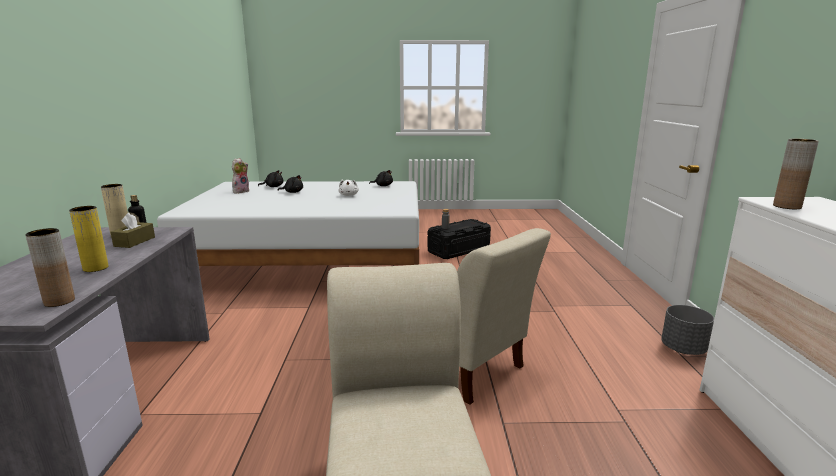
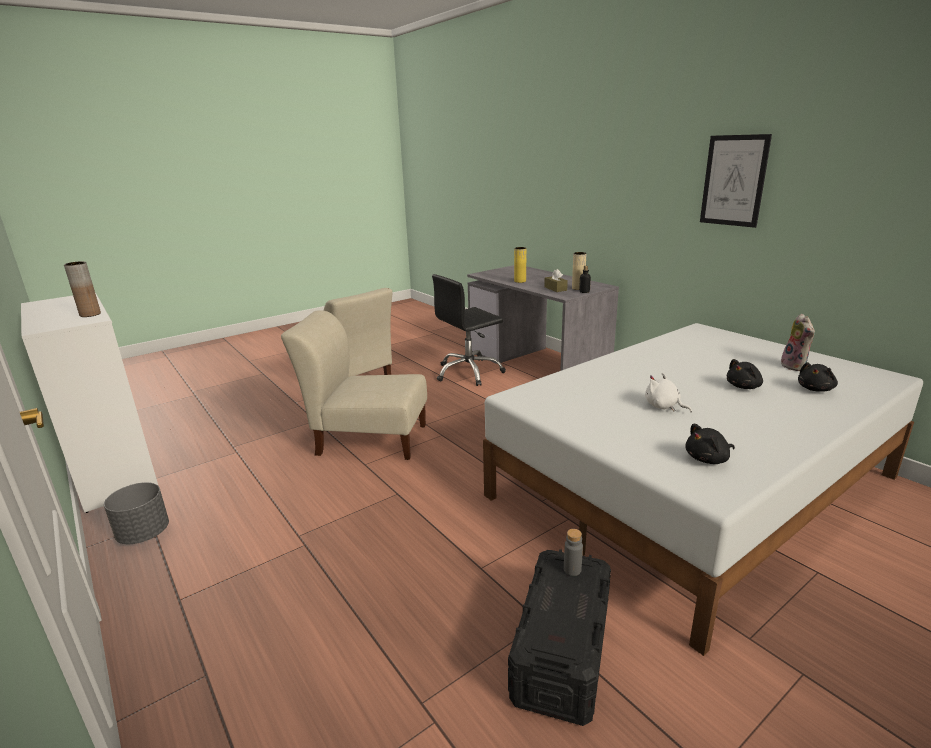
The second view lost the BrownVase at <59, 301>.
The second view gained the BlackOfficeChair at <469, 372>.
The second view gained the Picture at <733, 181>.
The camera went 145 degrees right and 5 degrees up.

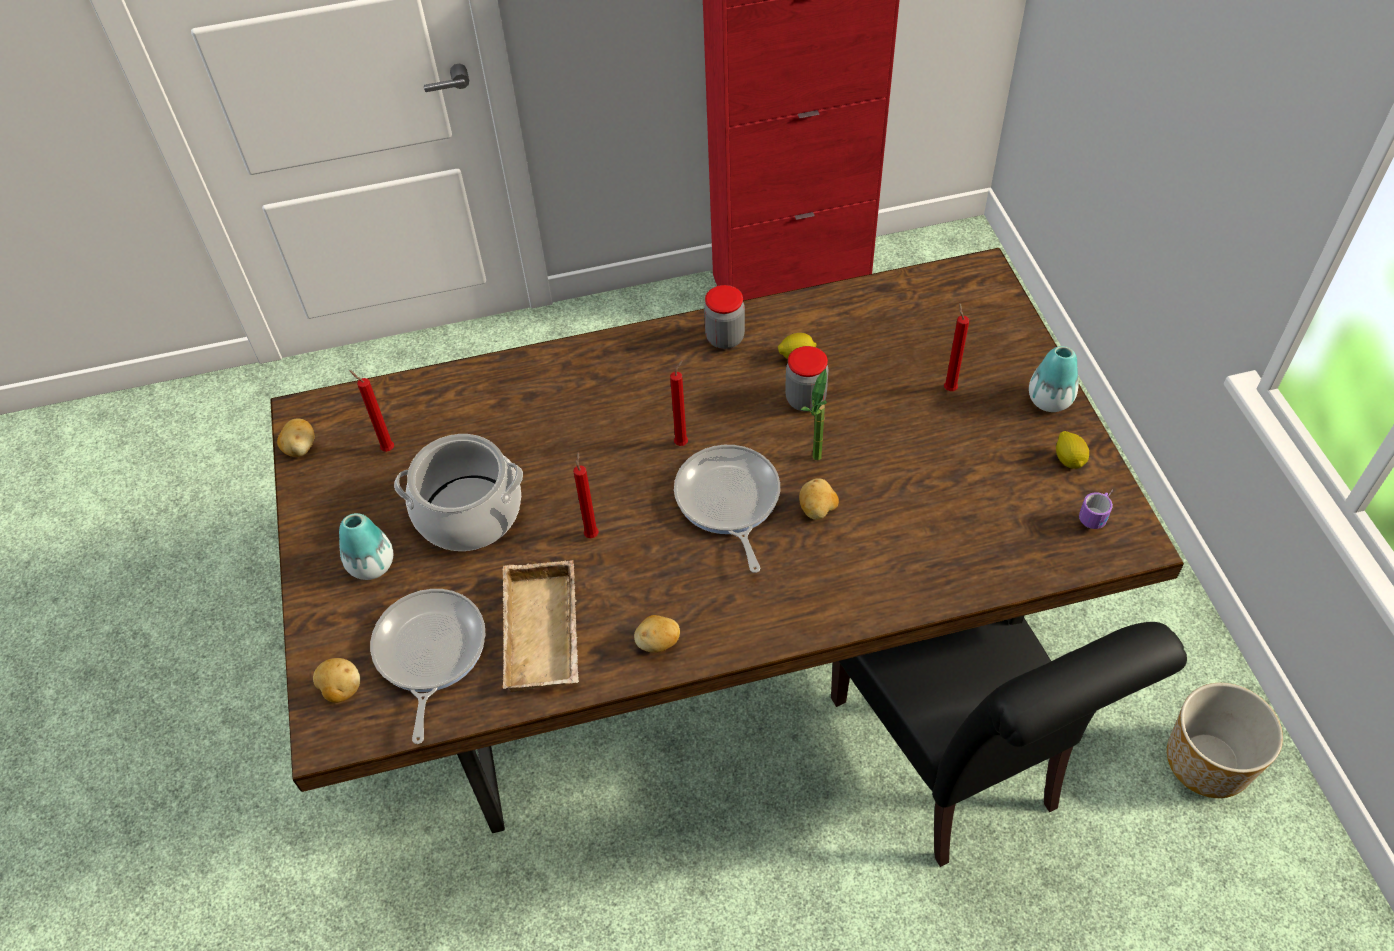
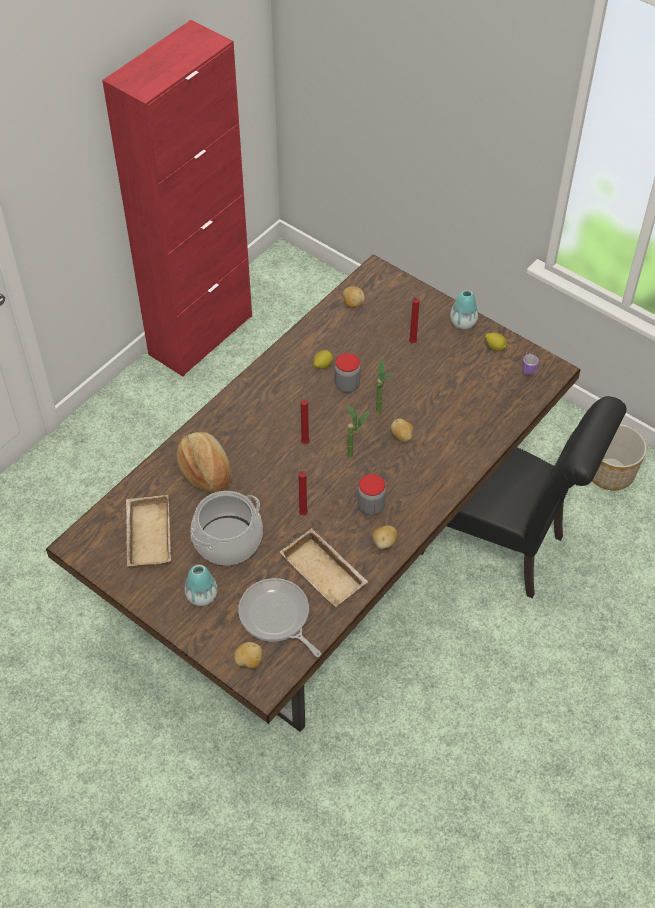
The Potato ended up elsewhere, having gone from <301, 448> to <353, 304>.
Where the RedCandle stood at <386, 448>, the BeigeTray came to stand at <146, 535>.
Where the FryingPan stood at <728, 501>, the PottedPlant came to stand at <355, 457>.
The Jar ended up elsewhere, having gone from <725, 338> to <371, 507>.
The second view gained the Bread at <205, 470>.
The camera went 40 degrees left and 0 degrees up.

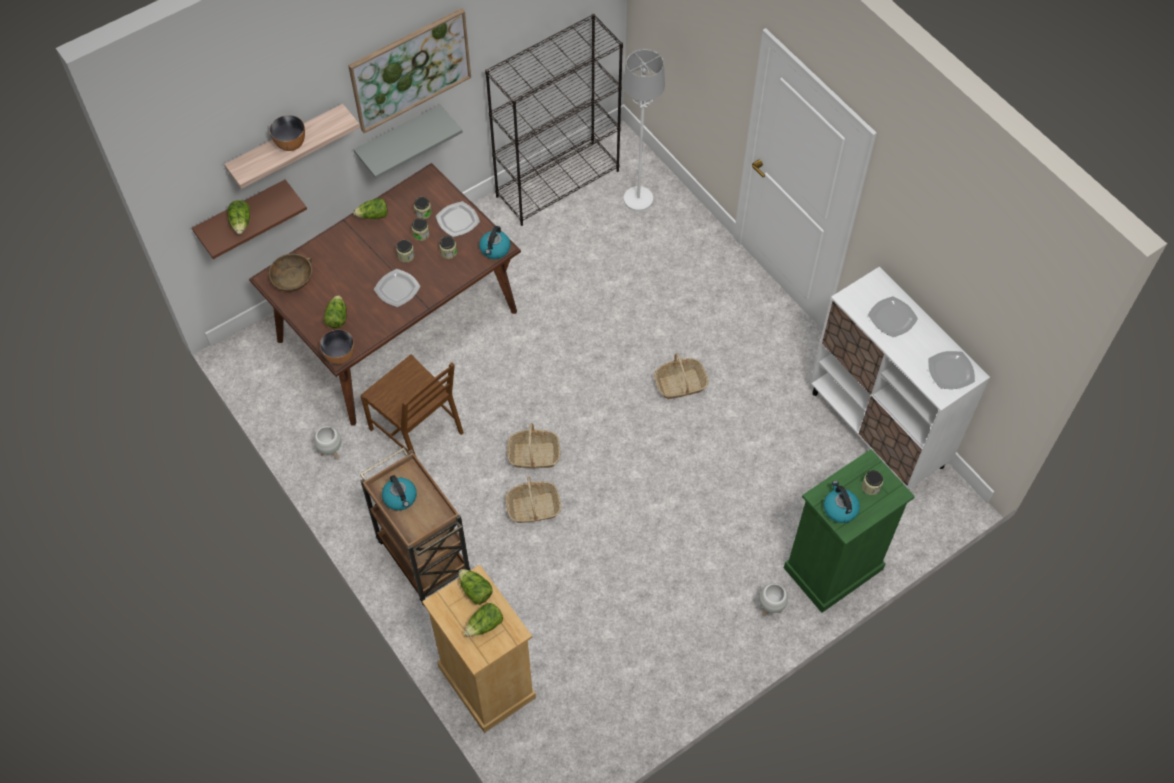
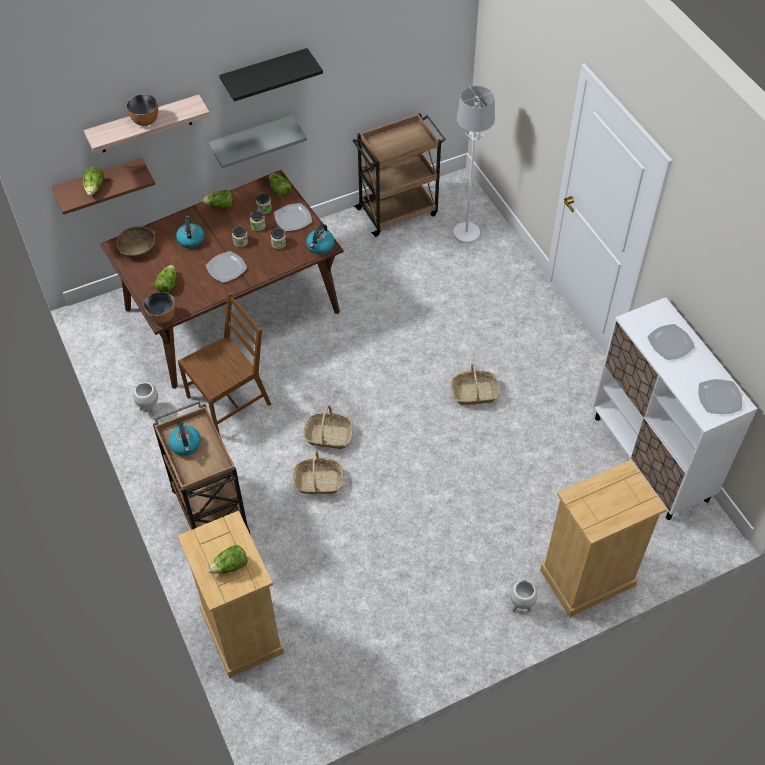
Where the Picture hung at <410, 69>, the BlackShelf came to hang at <265, 74>.
The BrownChair at <418, 430> ended up facing another way, 90 degrees counterclockwise from before.
The Lettuce ended up elsewhere, having gone from <475, 591> to <279, 190>.
Where the BlackBookcase stood at <558, 182>, the BrownCart came to stand at <398, 211>.
What was the GreenDresser at <833, 569> turned into the BeigeDresser at <587, 578>.
The Kettle ended up elsewhere, having gone from <839, 508> to <190, 239>.
The second view lost the Jar at <871, 487>.
The camera went 10 degrees right and 5 degrees down.

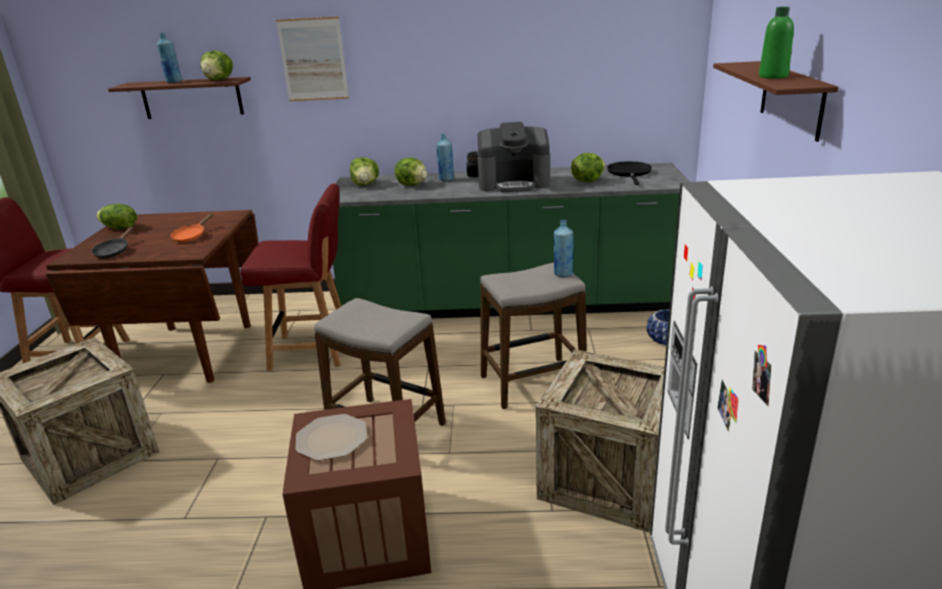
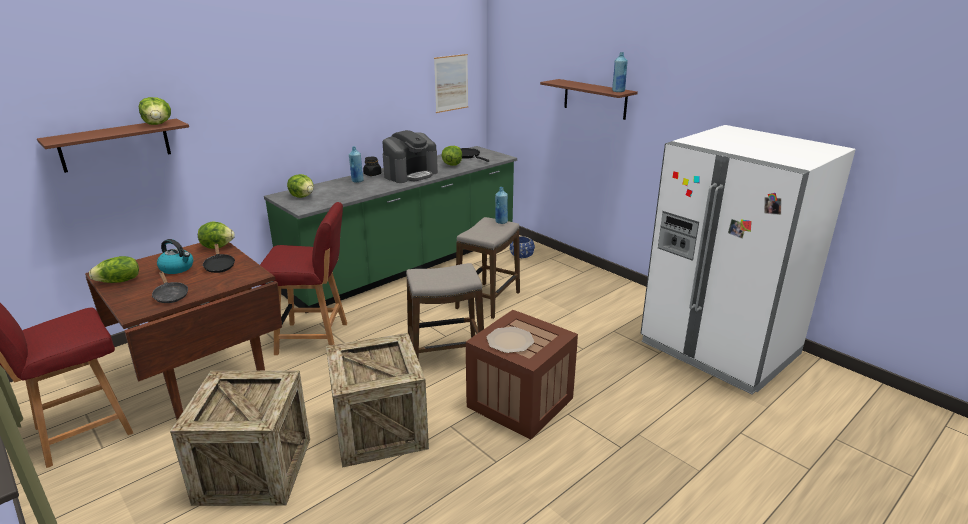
The BlueBottle ended up elsewhere, having gone from <174, 82> to <618, 91>.
What was the OrangeFryingPan at <191, 236> turned into the BlackFryingPan at <219, 266>.
The RedChair at <312, 350> ended up facing another way, 45 degrees clockwise from before.
The Picture ended up elsewhere, having gone from <313, 59> to <451, 83>.
The Lettuce ended up elsewhere, having gone from <412, 185> to <217, 246>.
The Crate ended up elsewhere, having gone from <607, 479> to <379, 430>.
The second view lost the GreenBottle at <773, 76>.
The second view gained the Kettle at <177, 268>.
The camera went 45 degrees left and 0 degrees up.

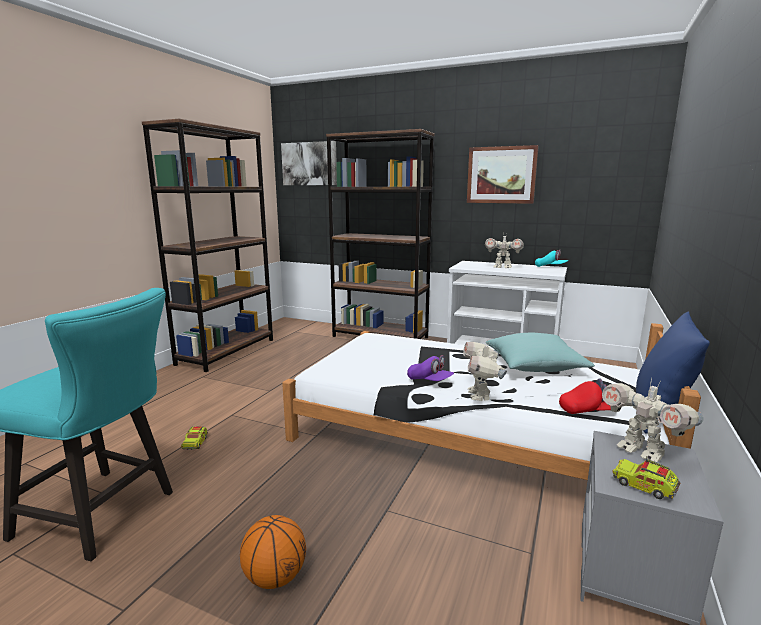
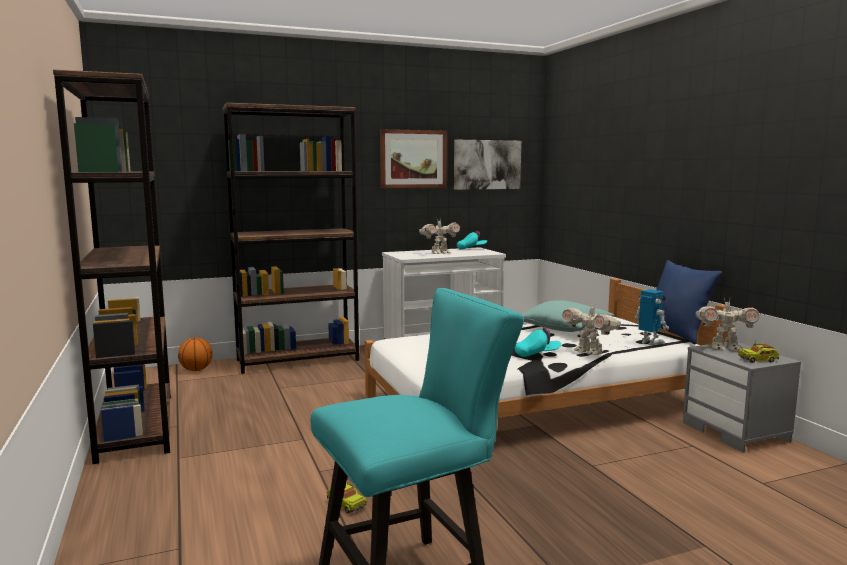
The Basketball ended up elsewhere, having gone from <275, 577> to <196, 370>.
The Picture ended up elsewhere, having gone from <309, 164> to <487, 164>.
What was the PurpleCap at <429, 381> turned into the TurquoiseCap at <537, 354>.
Where the RedCap stood at <587, 410>, the ToyRobot came to stand at <650, 343>.
The camera went 45 degrees left and 5 degrees down.

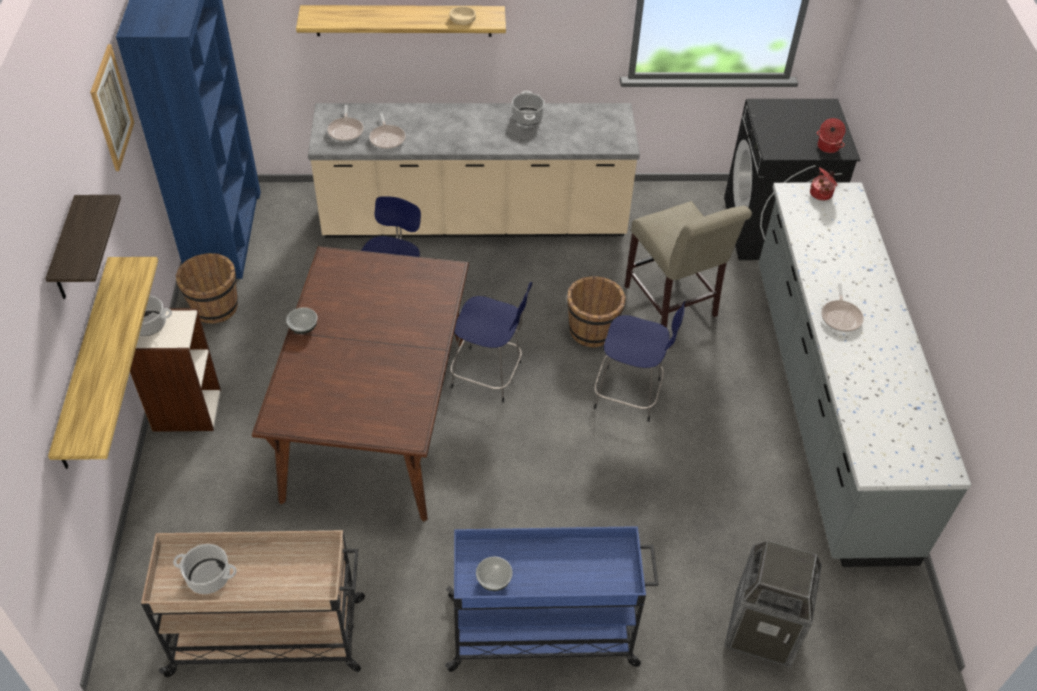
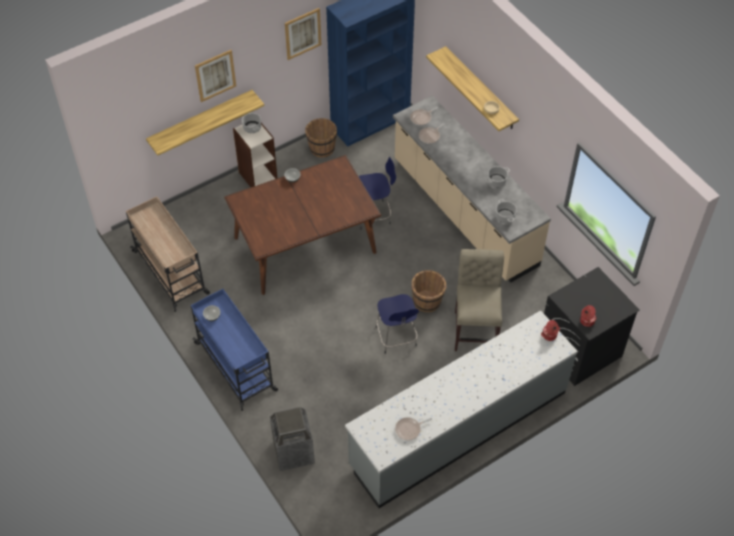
Where the Shelf hung at <66, 252>, the Picture came to hang at <215, 75>.
The CookingPot ended up elsewhere, having gone from <208, 577> to <505, 216>.
The second view lost the BlueStool at <489, 375>.
The BeigeChair at <673, 305> ended up facing another way, 150 degrees clockwise from before.
The FryingPan ended up elsewhere, having gone from <841, 317> to <409, 429>.
The camera went 60 degrees right and 5 degrees up.

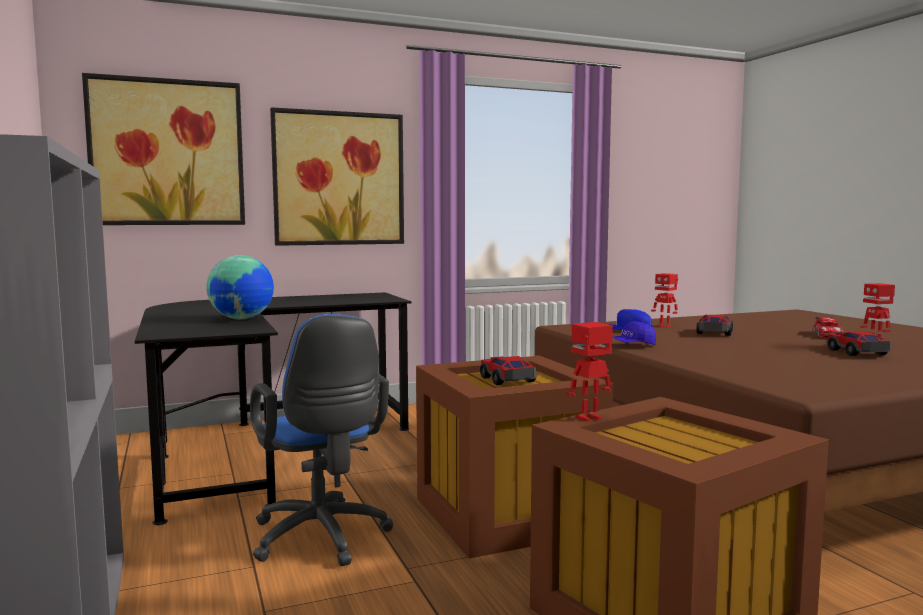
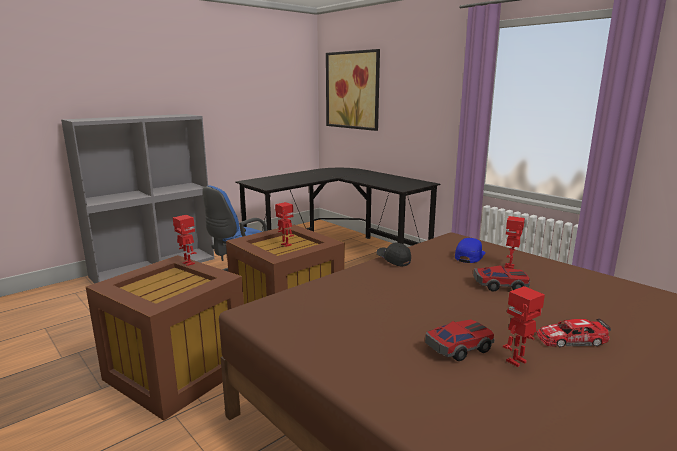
The second view lost the Globe at <242, 319>.
The second view lost the Picture at <339, 179>.
Where the ToyCar stood at <507, 380>, the ToyRobot came to stand at <285, 245>.
What was the BlueCap at <632, 345> turned into the BlackCap at <393, 260>.
The camera went 70 degrees right and 10 degrees up.

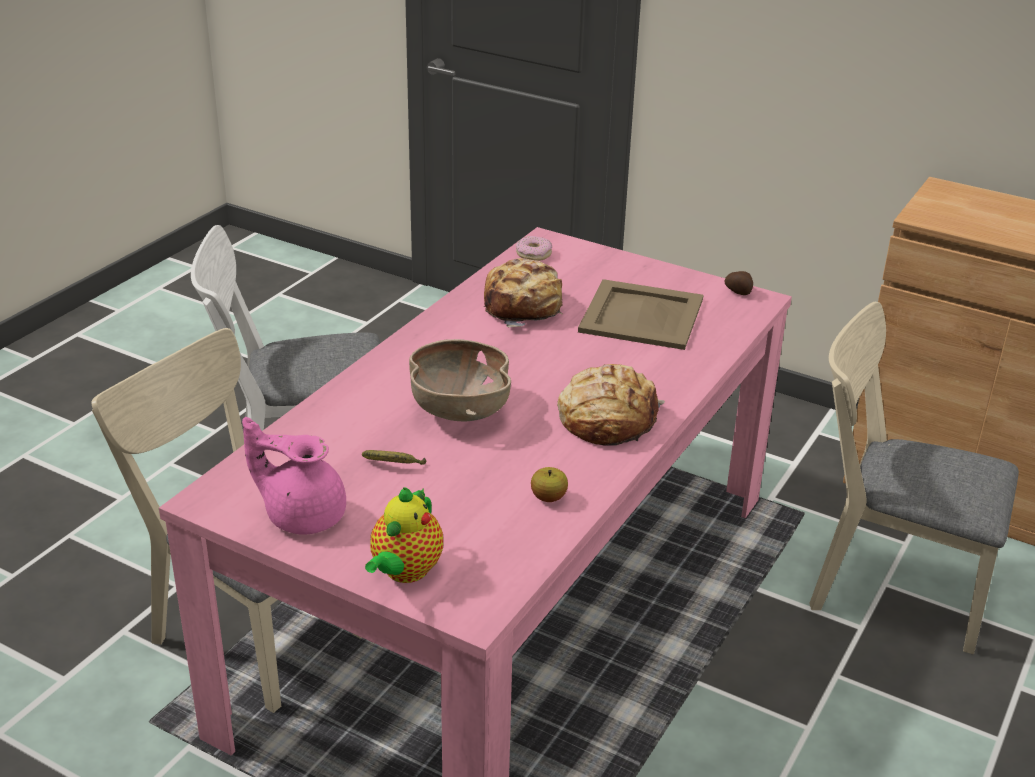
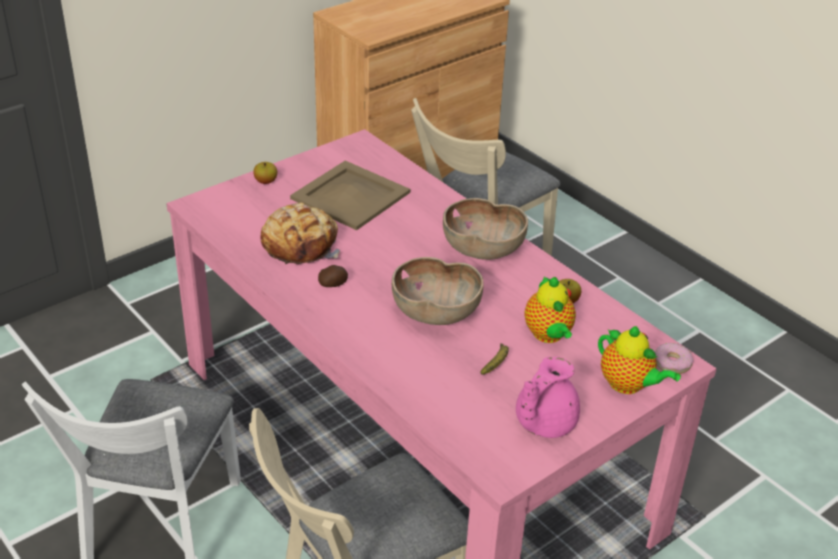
The Donut ended up elsewhere, having gone from <534, 254> to <672, 363>.
Where the Bread stood at <607, 419>, the BrownBowl came to stand at <482, 250>.
The Potato ended up elsewhere, having gone from <738, 292> to <333, 284>.
The second view gained the Apple at <266, 181>.
The second view gained the Teapot at <548, 335>.
The camera went 70 degrees left and 5 degrees up.

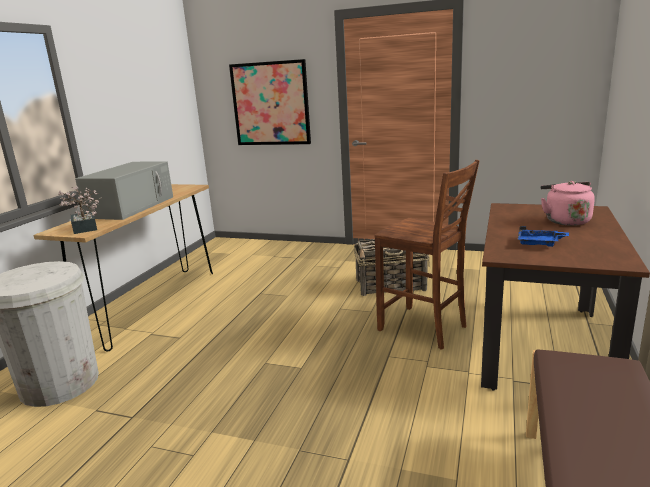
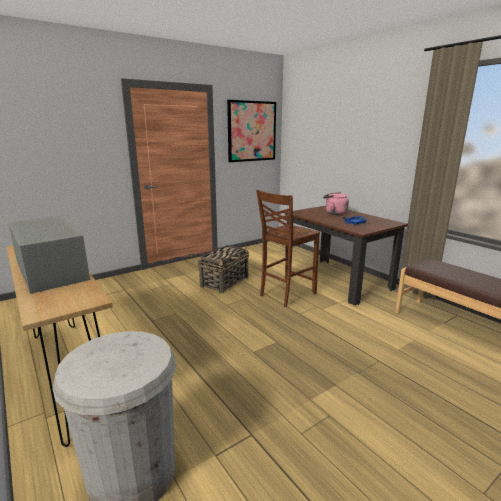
The second view lost the PottedPlant at <84, 229>.
The Picture ended up elsewhere, having gone from <270, 104> to <252, 131>.
The BrownChair at <424, 328> ended up facing another way, 150 degrees clockwise from before.
The camera went 55 degrees left and 0 degrees up.

